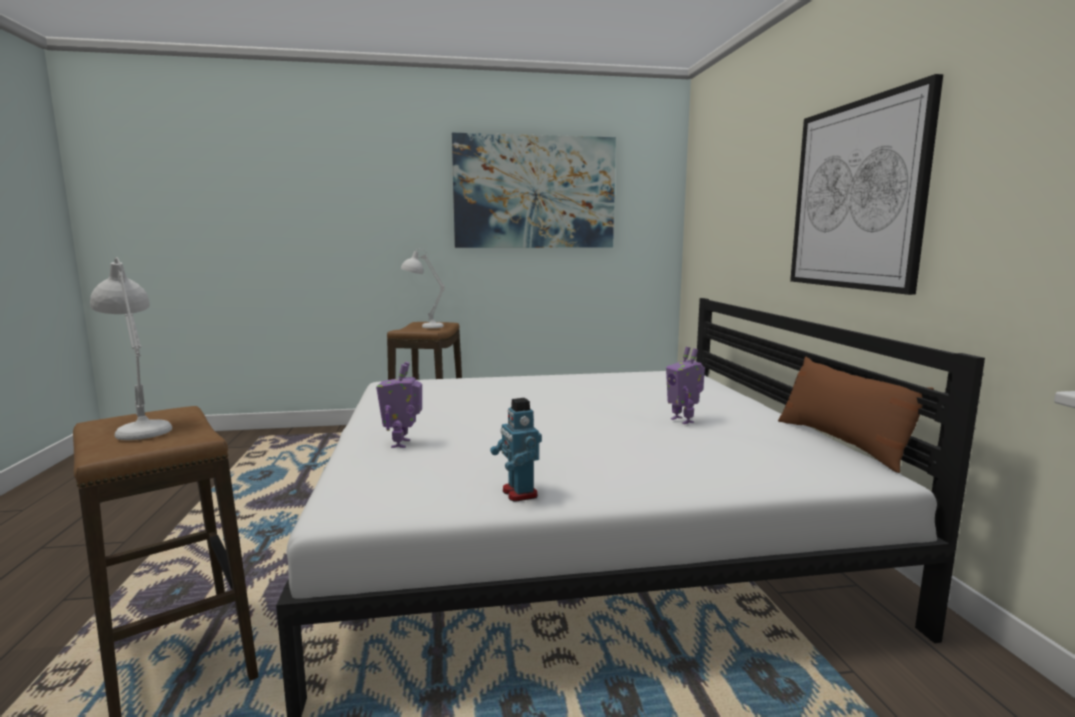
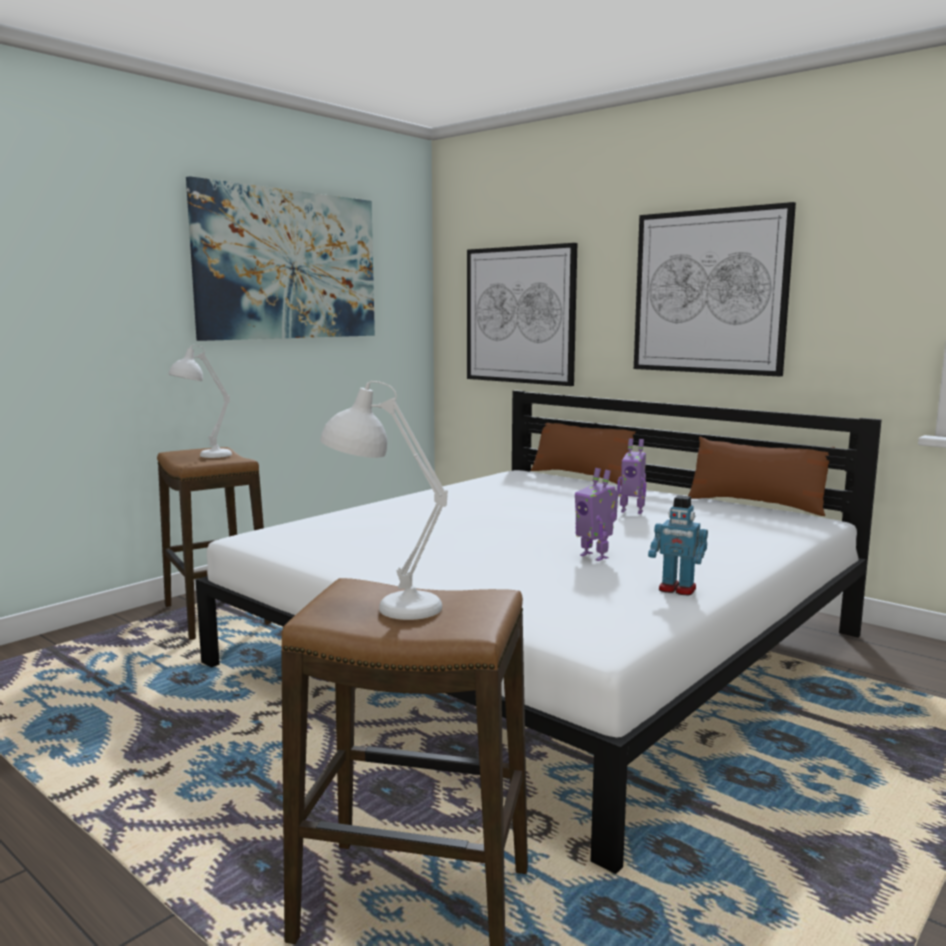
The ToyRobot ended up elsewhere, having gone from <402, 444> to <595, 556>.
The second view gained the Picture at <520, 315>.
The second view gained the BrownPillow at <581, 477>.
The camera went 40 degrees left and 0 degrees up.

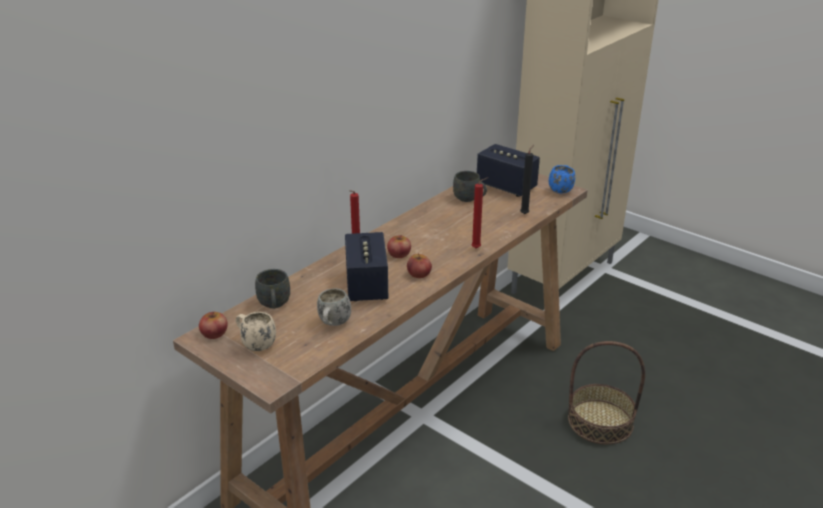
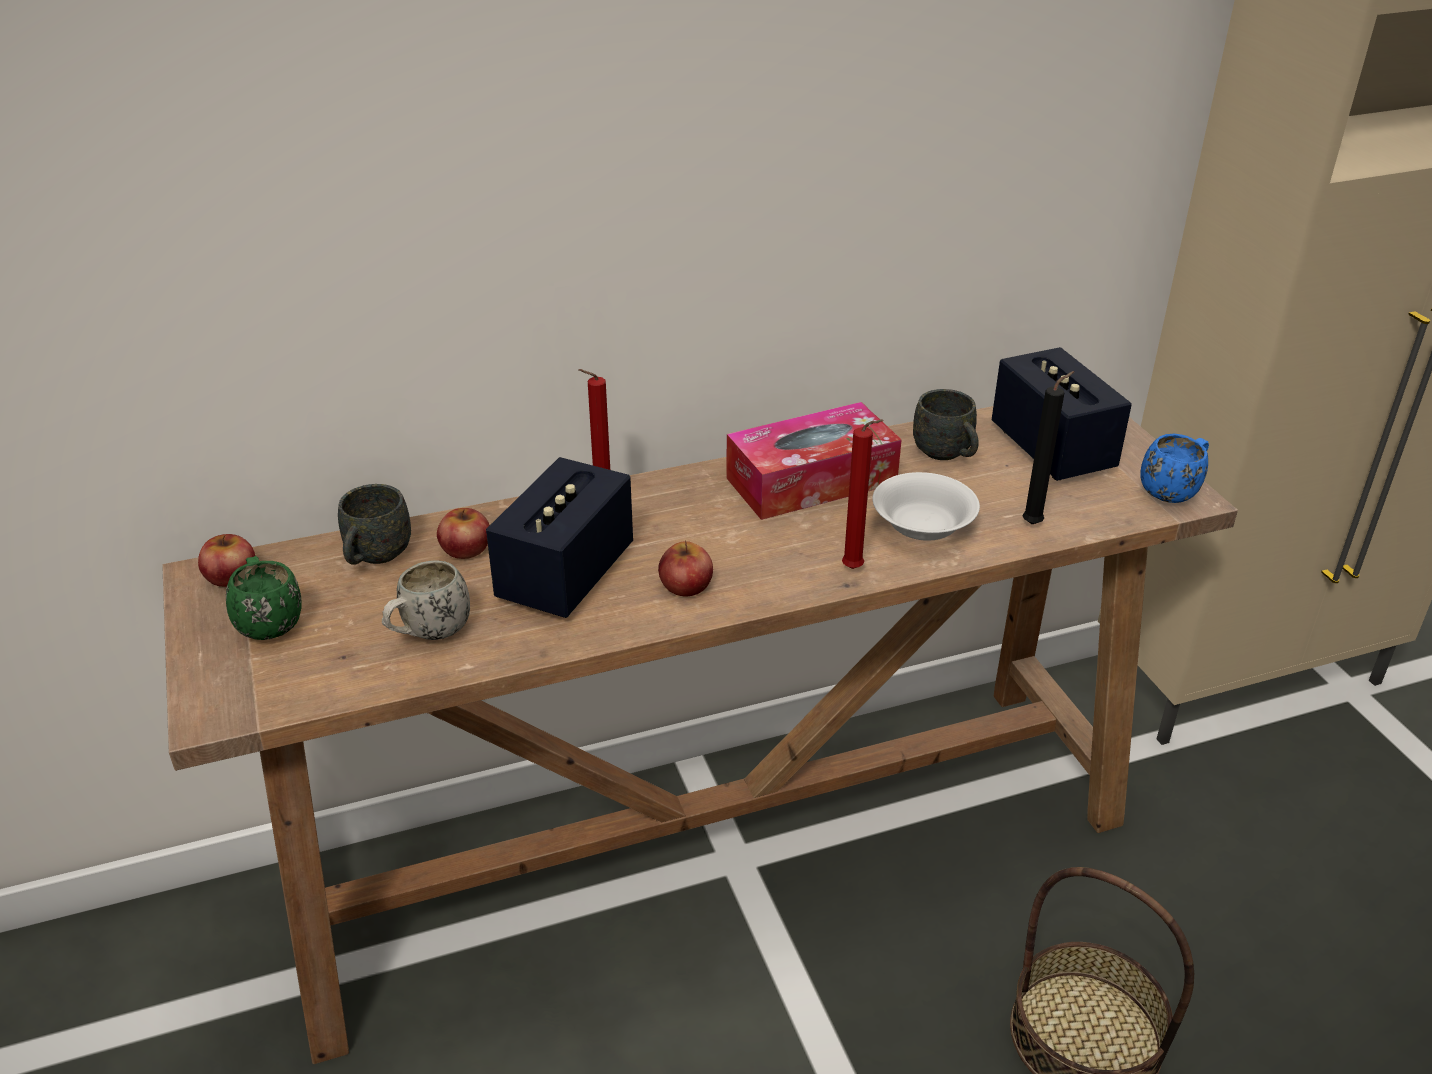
What was the BeigeMug at <255, 344> turned into the GreenMug at <268, 622>.
The Apple ended up elsewhere, having gone from <399, 254> to <466, 548>.
The second view gained the TissueBox at <811, 481>.
The second view gained the WhiteBowl at <921, 526>.
The camera went 30 degrees right and 5 degrees up.

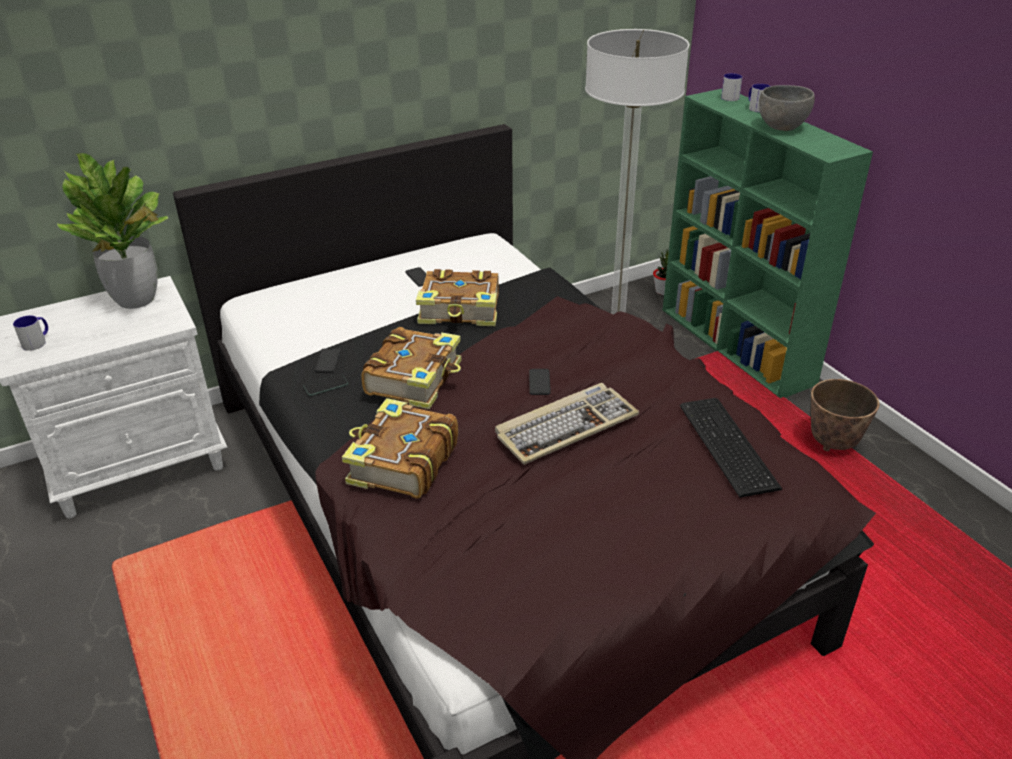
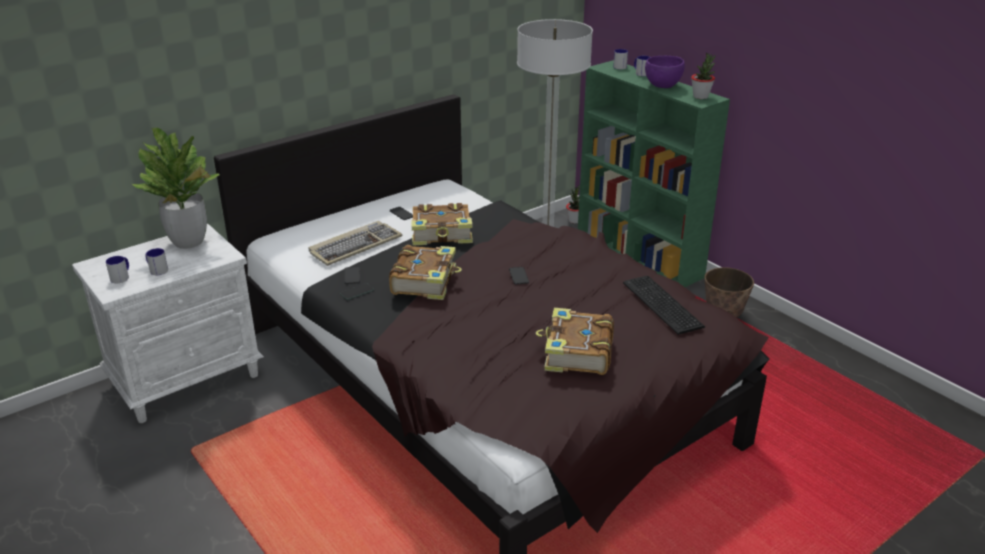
The Book ended up elsewhere, having gone from <401, 463> to <576, 353>.
The Keyboard ended up elsewhere, having gone from <566, 426> to <355, 246>.
What was the GreyBowl at <781, 127> turned into the PurpleBowl at <662, 86>.
The second view gained the Mug at <156, 270>.
The second view gained the PottedPlant at <700, 96>.
The camera went 10 degrees left and 5 degrees down.

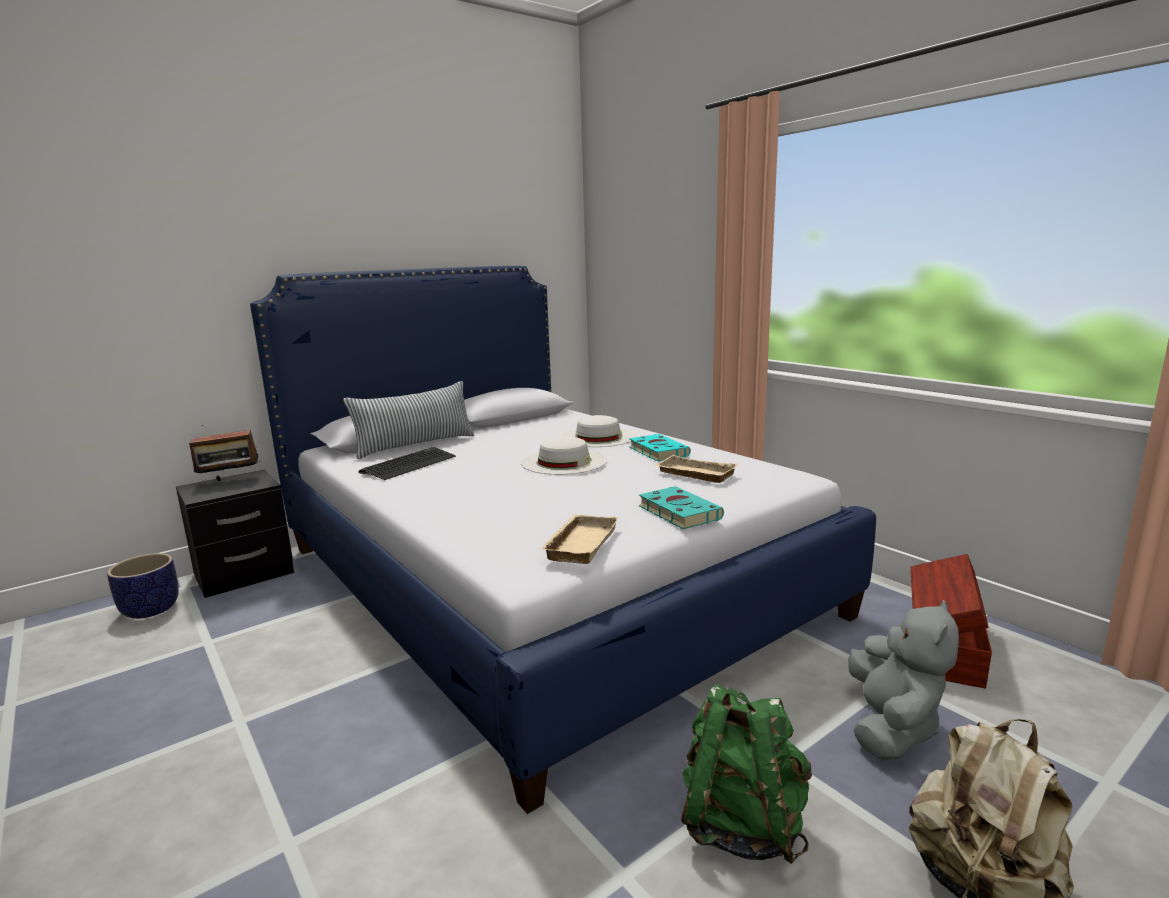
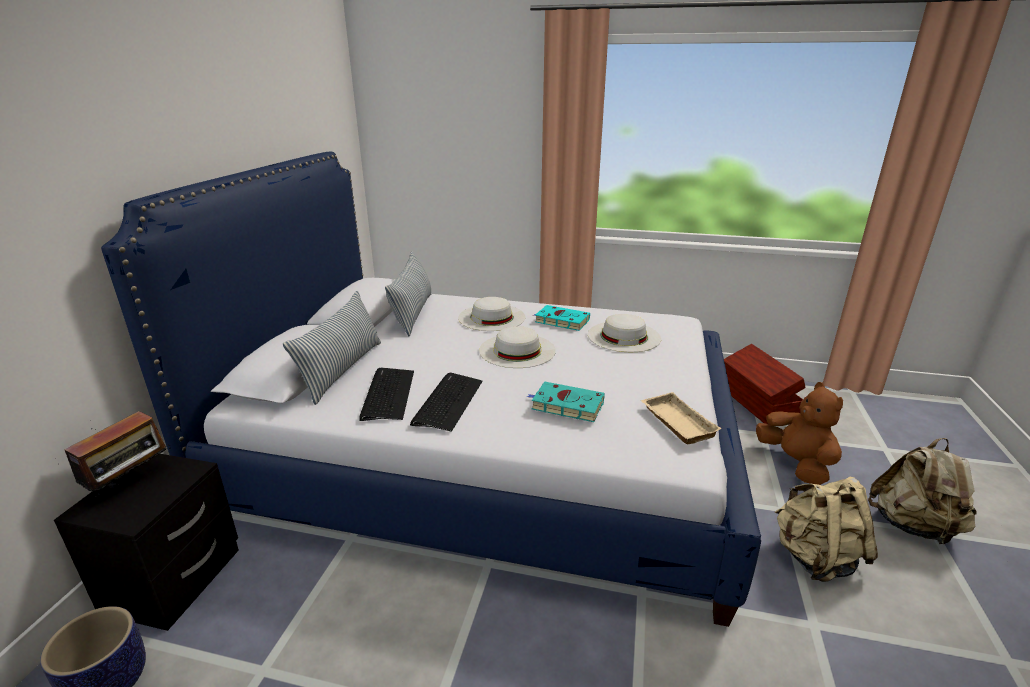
The TurquoiseBook ended up elsewhere, having gone from <677, 512> to <565, 405>.
Where the BeigeTray stood at <693, 474>, the WhiteHat came to stand at <623, 336>.
What was the GreenBackpack at <741, 824> turned into the BeigeBackpack at <815, 558>.
What was the GreyPlushToy at <891, 727> turned into the BrownPlushToy at <795, 463>.
The second view gained the Pillow at <413, 313>.
The second view gained the Keyboard at <448, 402>.
The camera went 40 degrees left and 10 degrees up.

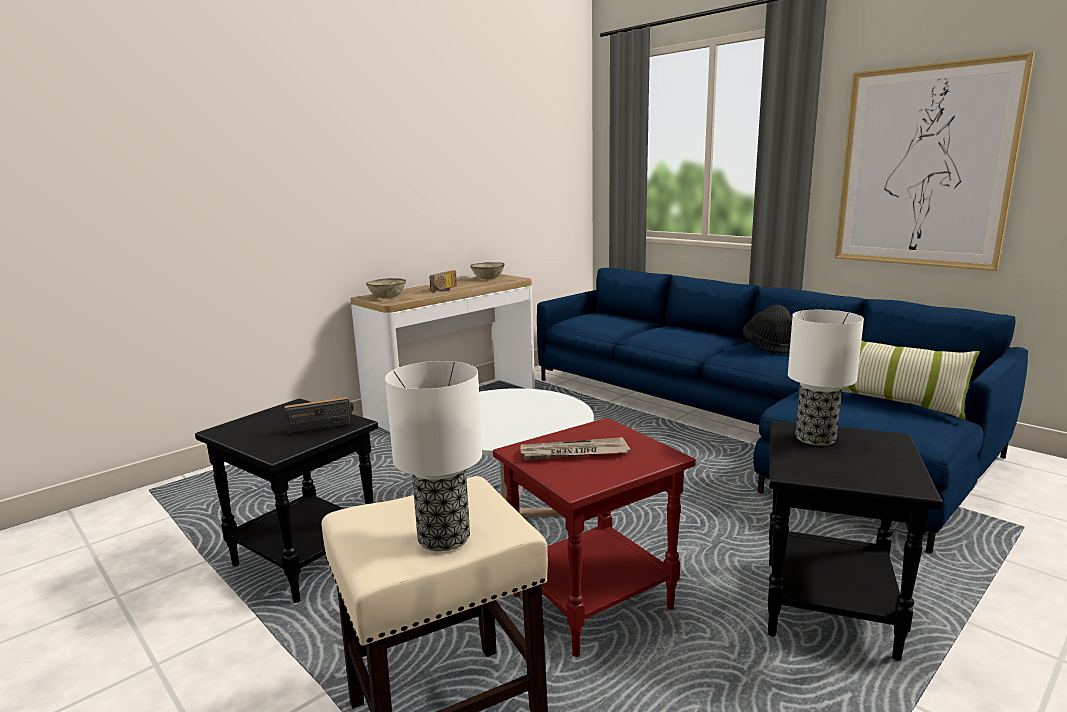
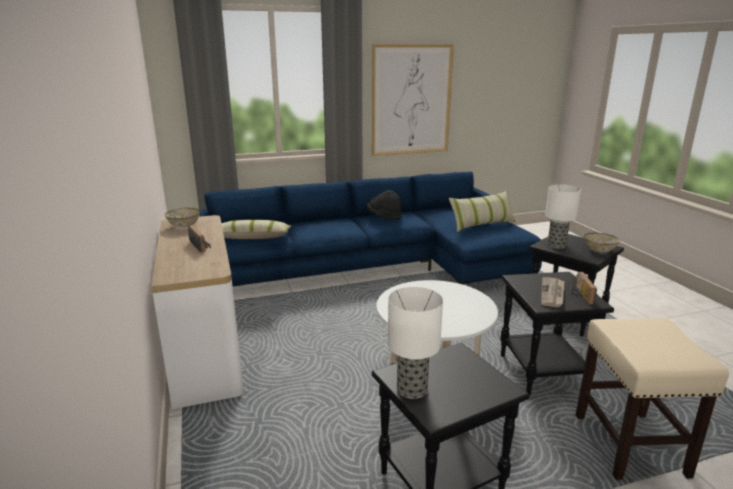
The Radio ended up elsewhere, having gone from <321, 425> to <579, 294>.
The Bowl ended up elsewhere, having gone from <387, 297> to <599, 250>.
The TableLamp ended up elsewhere, having gone from <445, 537> to <412, 389>.
What was the RedSideTable at <592, 605> turned into the BlackSideTable at <544, 373>.
The second view gained the Pillow at <252, 238>.
The camera went 65 degrees left and 5 degrees up.

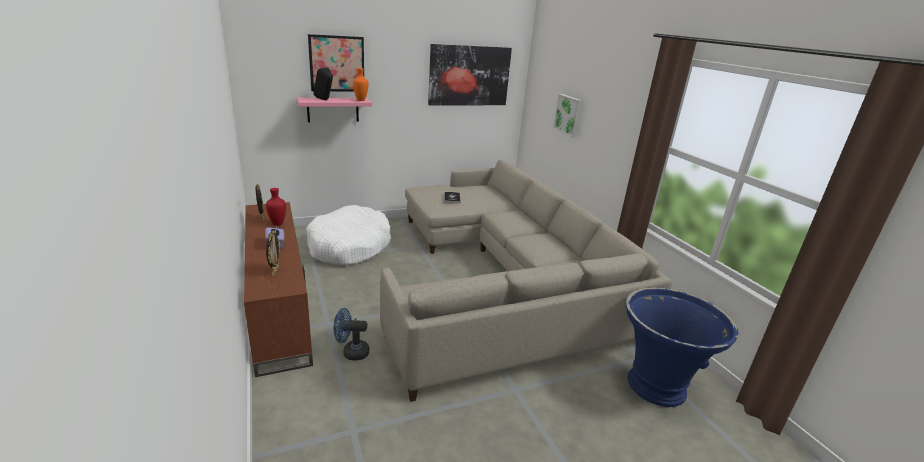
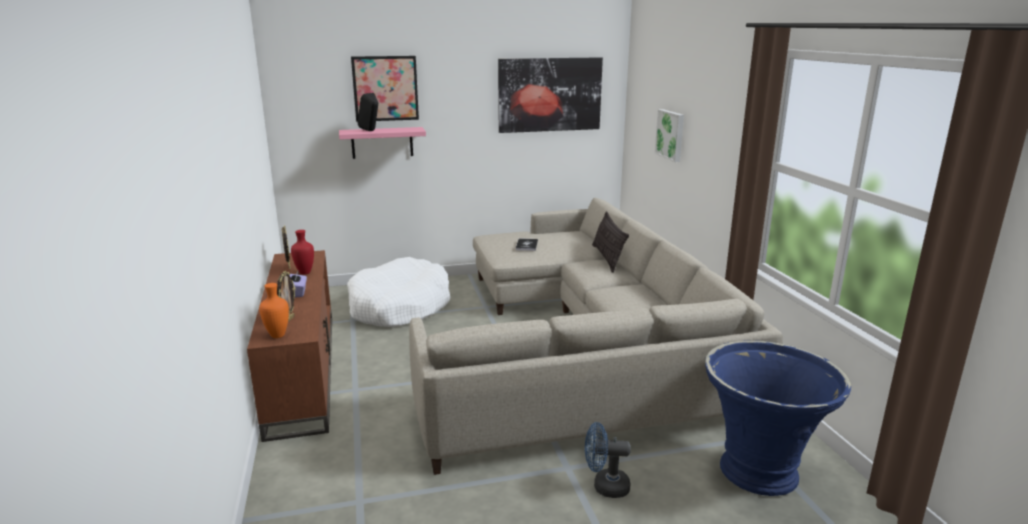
The BlueFan ended up elsewhere, having gone from <351, 352> to <605, 486>.
The OrangeVase ended up elsewhere, having gone from <361, 100> to <277, 336>.
The second view gained the Pillow at <607, 258>.
The camera went 10 degrees right and 5 degrees down.

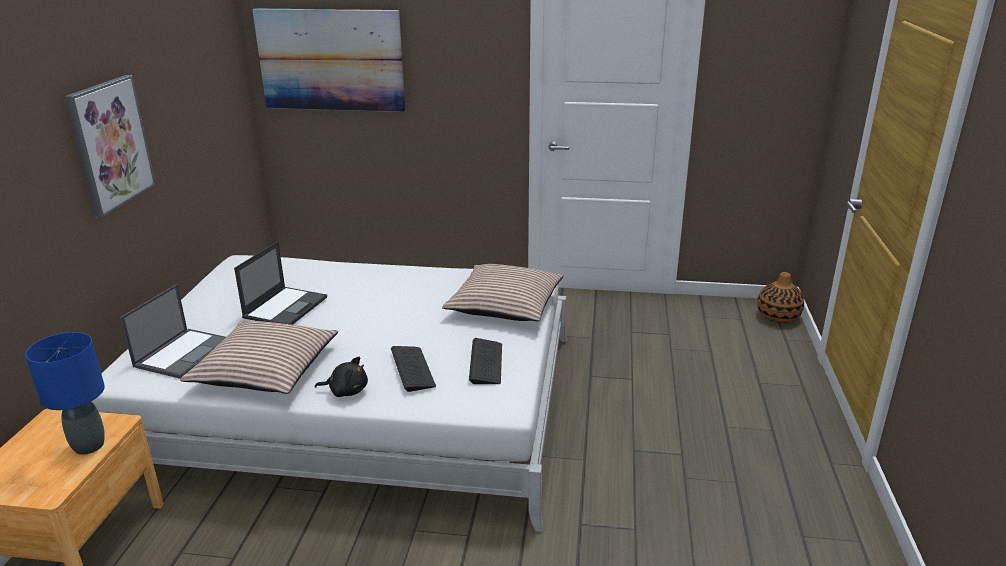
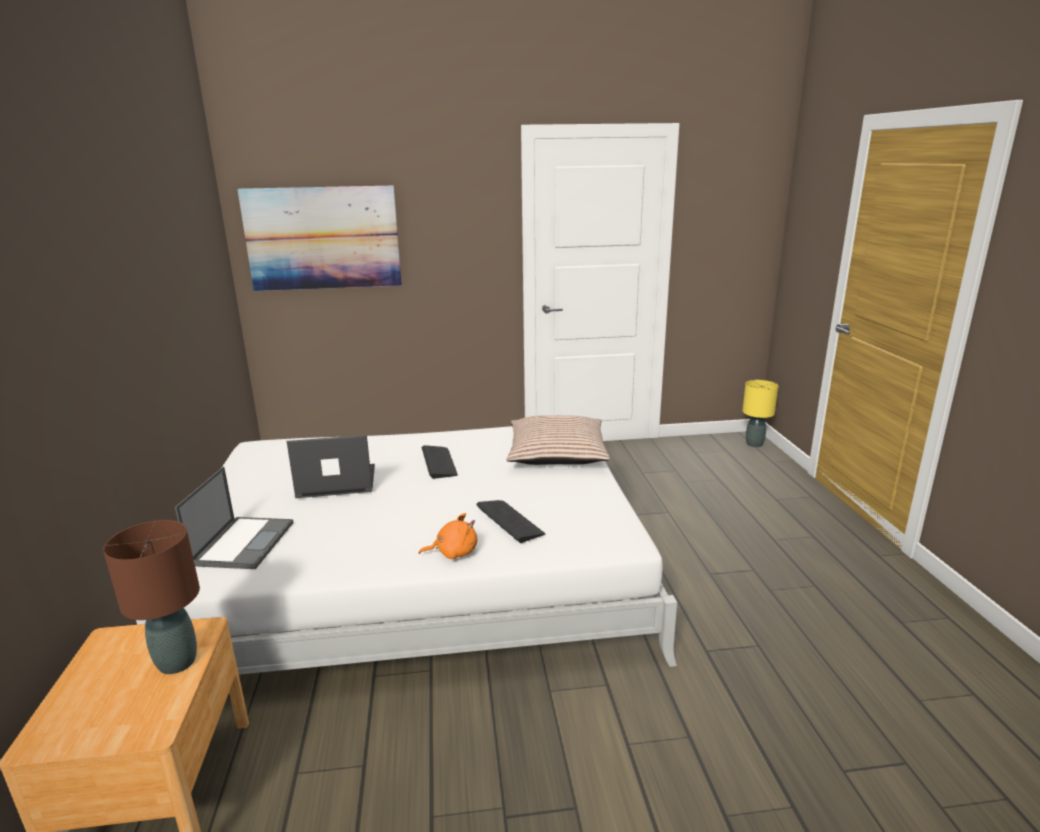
What was the BlueTableLamp at <89, 446> turned into the BrownTableLamp at <177, 662>.
The second view lost the Picture at <110, 144>.
The second view lost the Pillow at <265, 370>.
The Laptop at <286, 307> ended up facing another way, 105 degrees counterclockwise from before.
What was the BlackPlushToy at <346, 391> turned into the OrangePlushToy at <453, 552>.
The Keyboard ended up elsewhere, having gone from <486, 363> to <439, 462>.
Where the Vase stood at <778, 316>, the YellowTableLamp came to stand at <754, 444>.
The camera went 15 degrees left and 5 degrees down.

